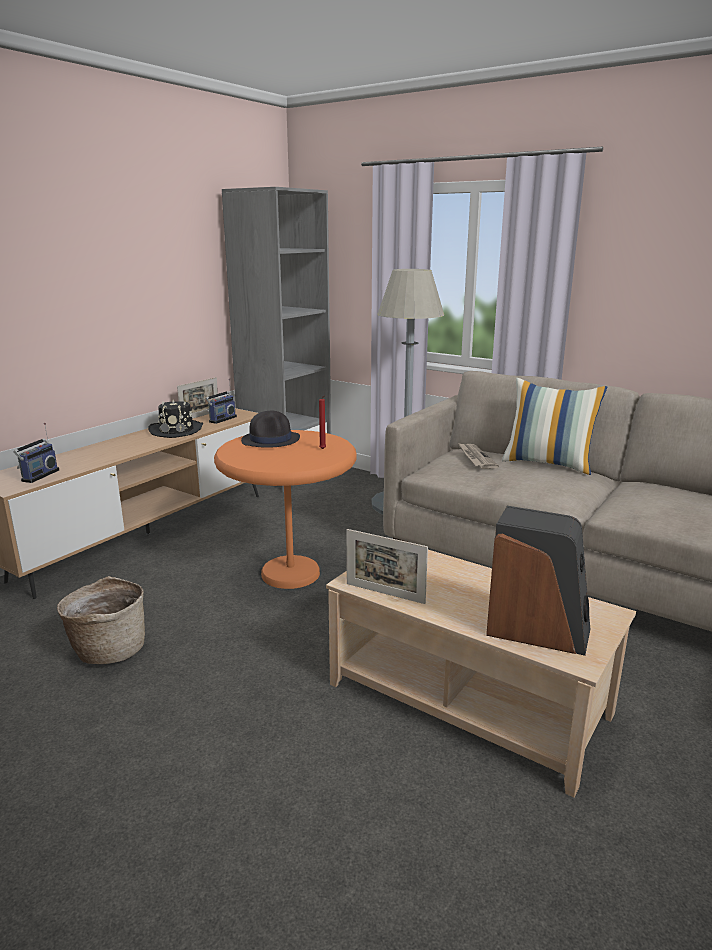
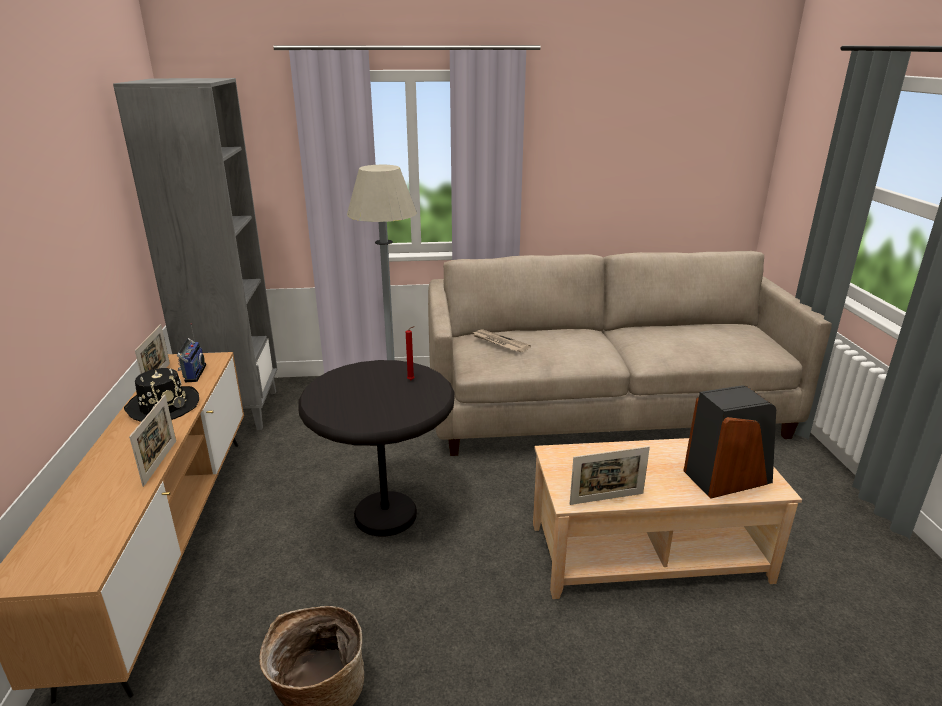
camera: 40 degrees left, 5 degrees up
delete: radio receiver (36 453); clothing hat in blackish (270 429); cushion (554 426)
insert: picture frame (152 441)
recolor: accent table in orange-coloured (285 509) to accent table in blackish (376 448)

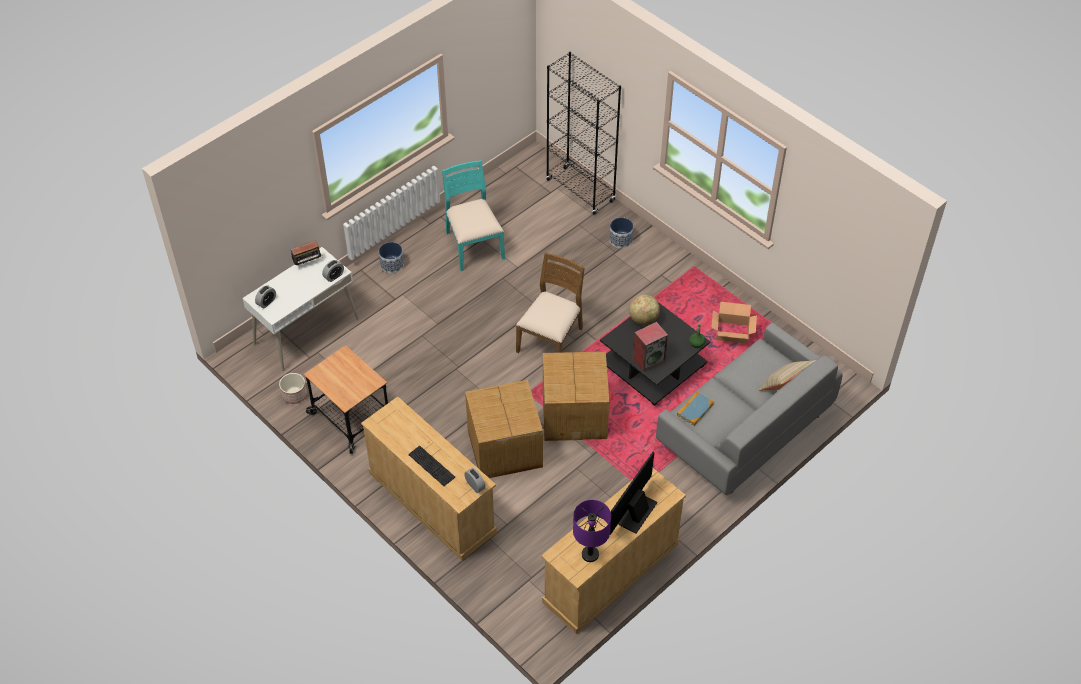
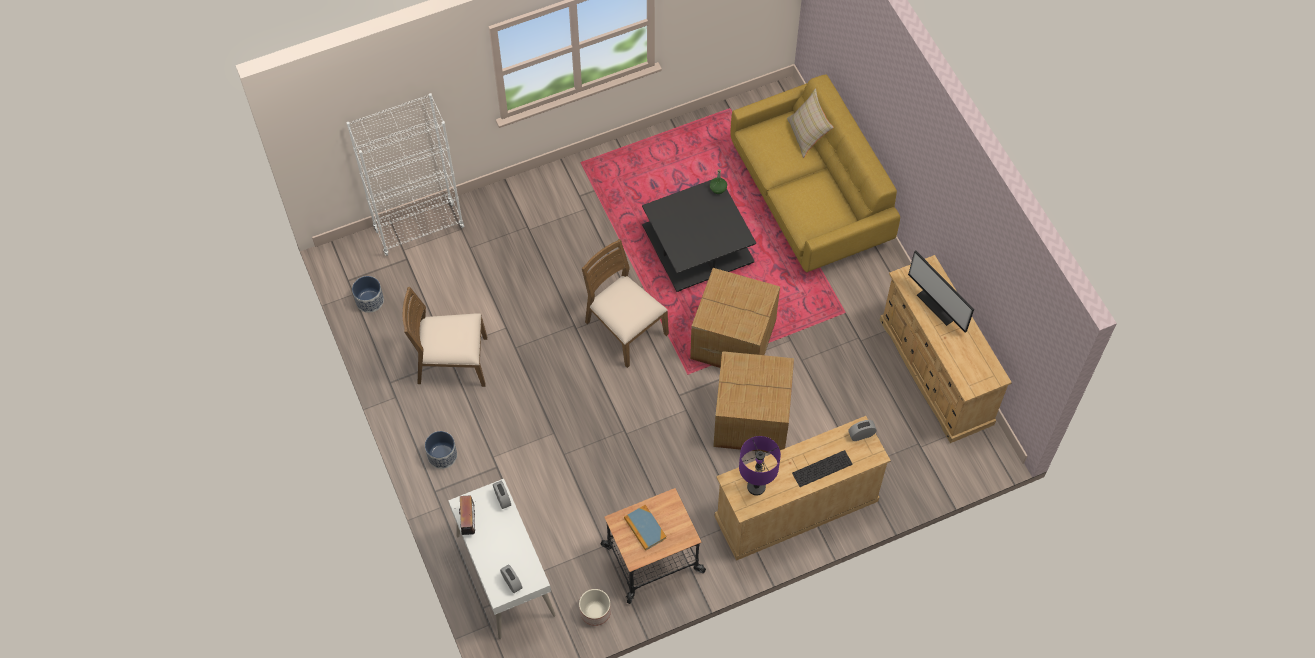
camera: 70 degrees left, 10 degrees up
delete: globe (644 310); speaker (650 347); carton (734 322)
move: lamp for a table in purplish (592 531) to (760 466); flower pot (621 232) to (368 294); book (695 408) to (645 528)
recolor: chair in turquoise (473 215) to chair in brown-coloured (445 337); bookcase in blackish (583 133) to bookcase in white (406 174); settee in greyish (749 409) to settee in yellow (815 173)

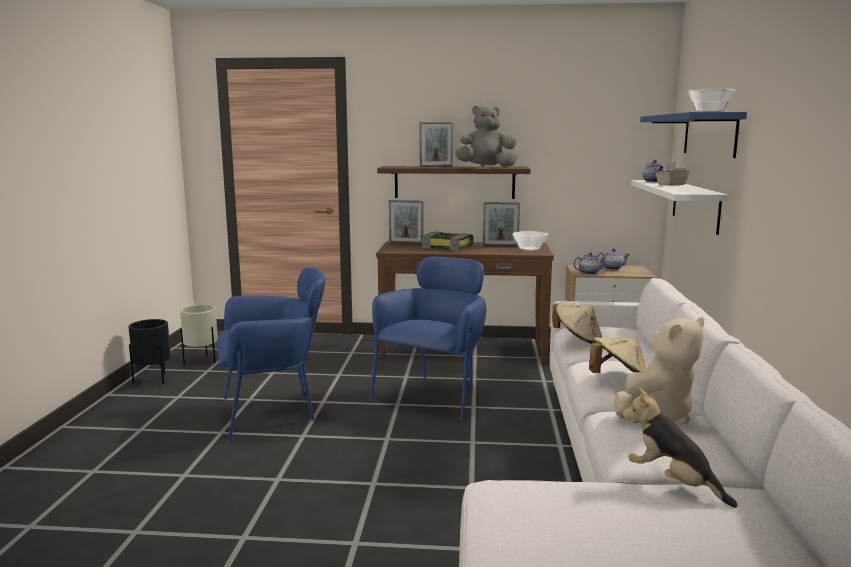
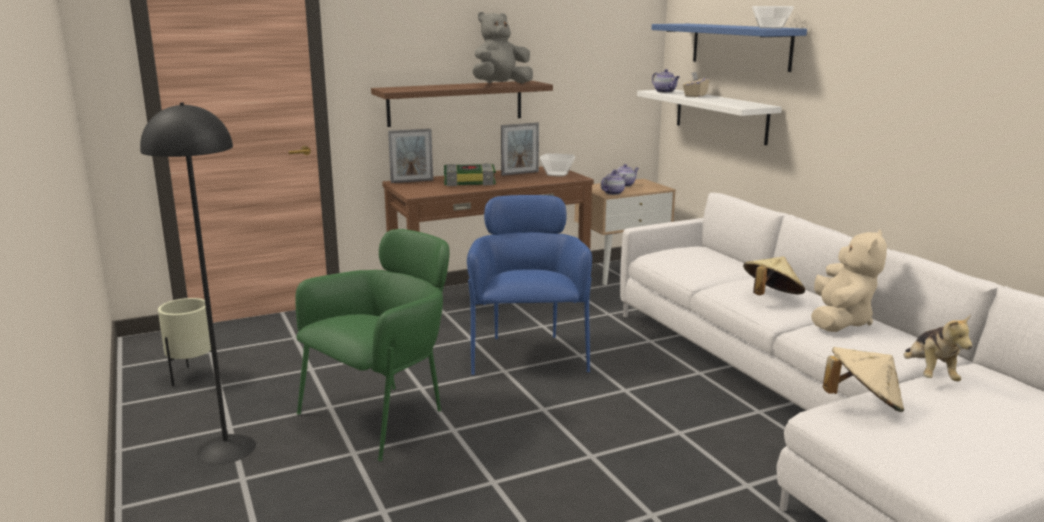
camera: 30 degrees left, 5 degrees up
delete: flower pot in blackish (149 351); picture frame (436 144)
insert: standard lamp in blackish (198 283)
move: clothing hat in beige-coloured (577 322) to (863 379)
recolor: armchair in blue (271 355) to armchair in green-coloured (372 345)
rotate: plush toy (680 448) = (938 347) 105 degrees counterclockwise

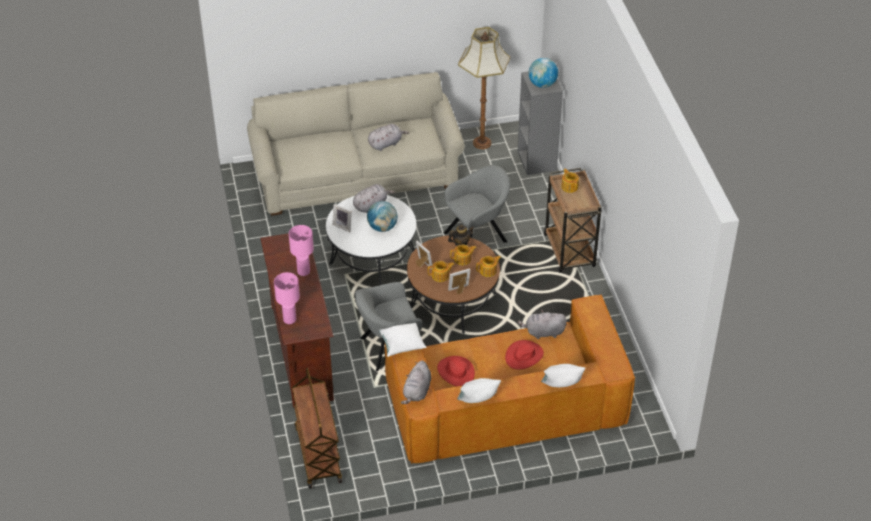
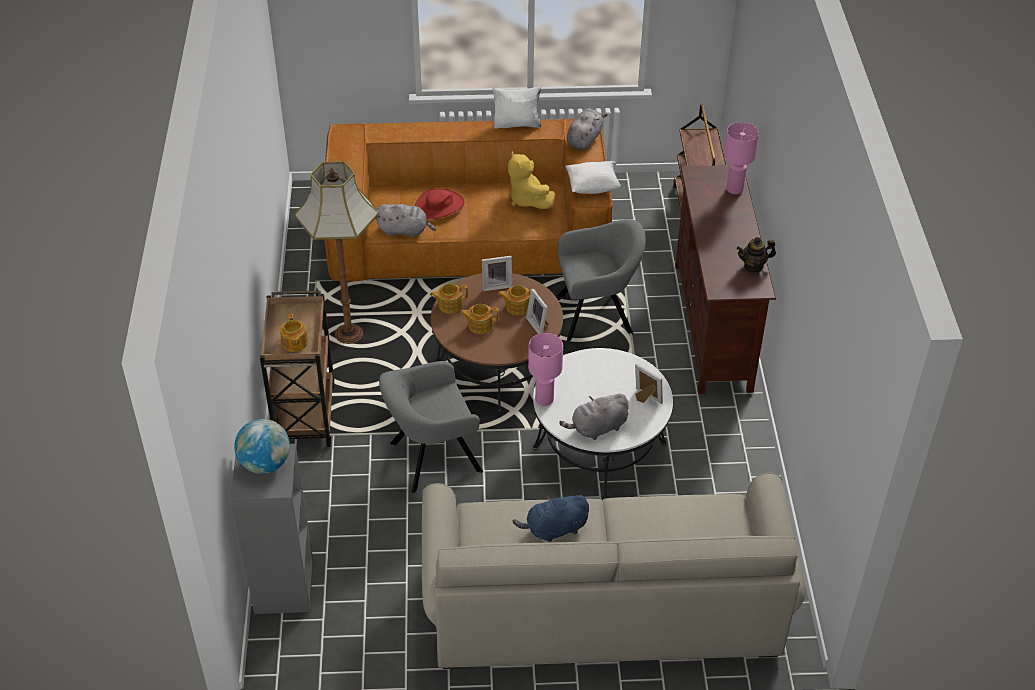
camera: 170 degrees left, 0 degrees up
delete: globe (382 216); cushion in white (563 375)
move: lamp for a table in pink-coloured (301 250) to (545 369); teapot (461 235) to (756 255); standard lamp (484 88) to (336 252)
replace: clothing hat in red (456 371) to plush toy in yellow (531 180)
recolor: plush toy in greyish (389 137) to plush toy in blue (551 518)

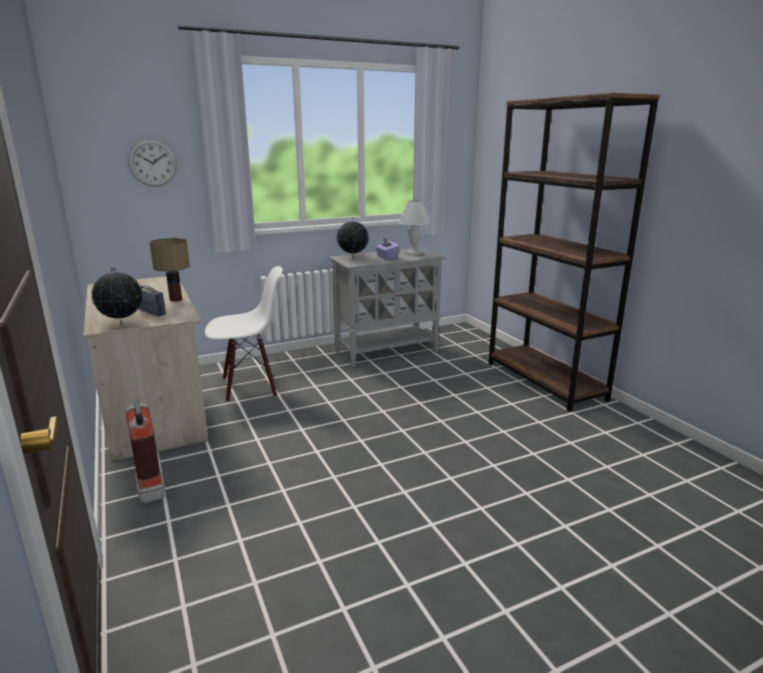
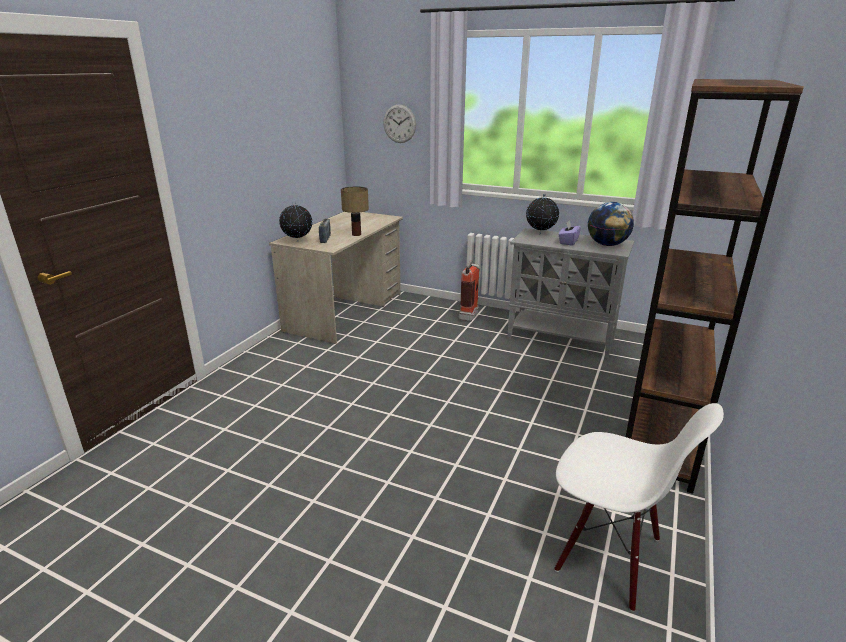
camera: 50 degrees right, 5 degrees up
move: extinguisher (145 451) to (469 291); chair in white (244 334) to (639 507)
replace: lamp for a table in white (414 227) to globe (611 224)

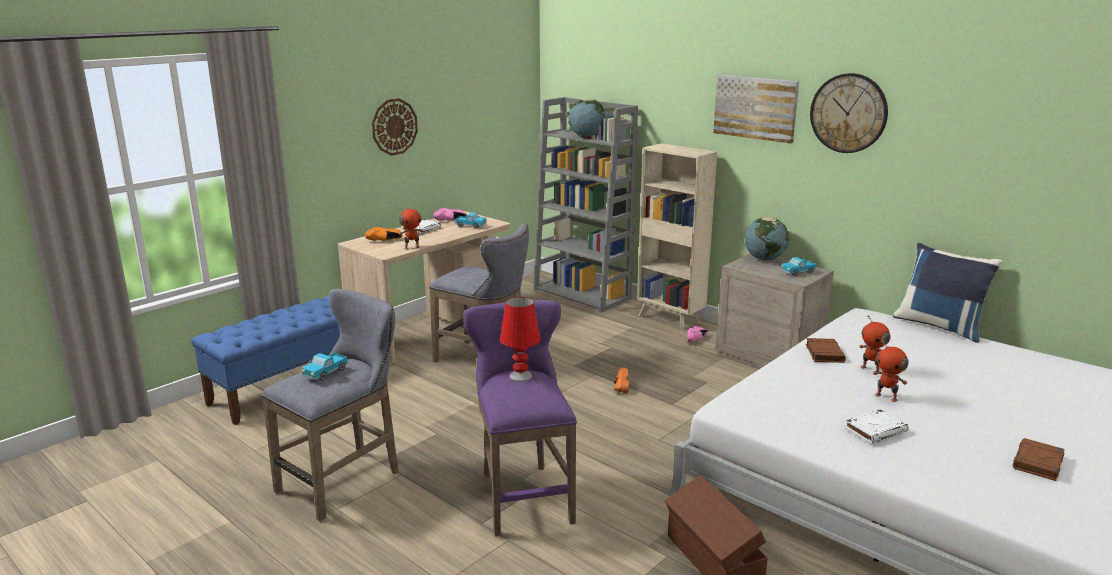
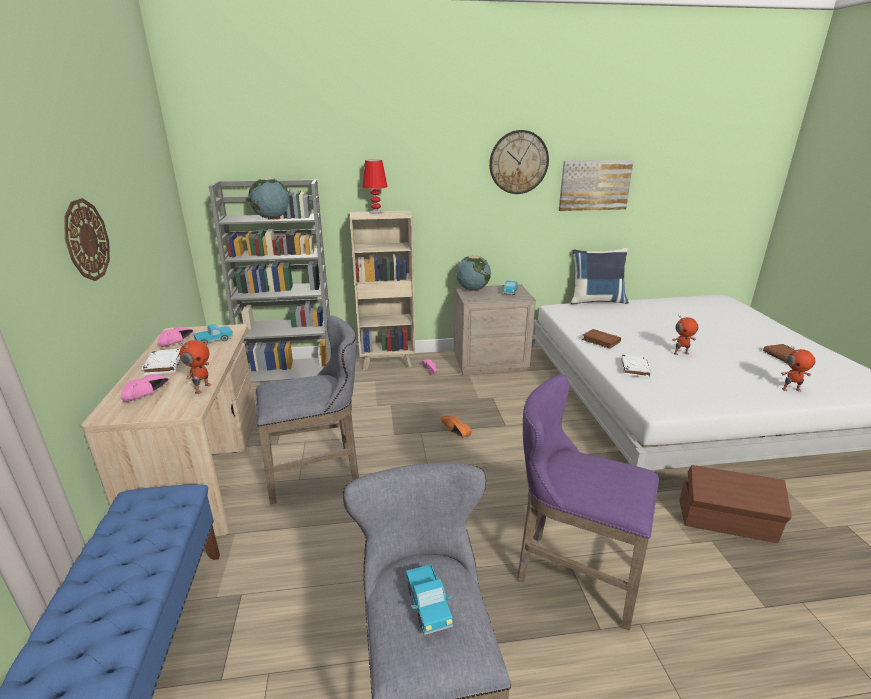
camera: 50 degrees left, 5 degrees up
move: lamp for a table in red (520 339) to (375 187); picture (756 109) to (596 185); book in white (876 426) to (636 365); robot figure (875 343) to (798 369)
recolor: item of footwear in orange-coloured (384 234) to item of footwear in pink-coloured (145 388)

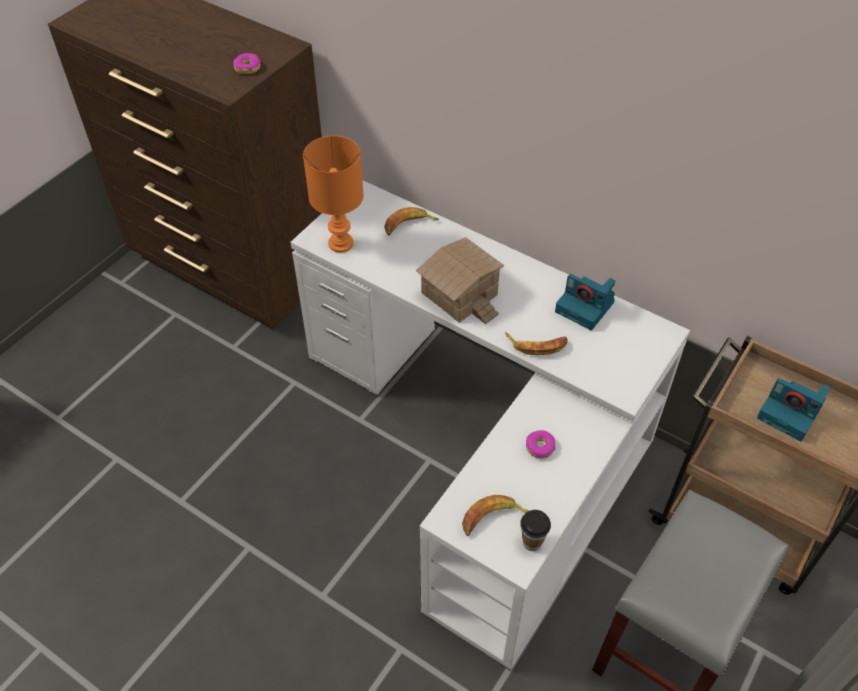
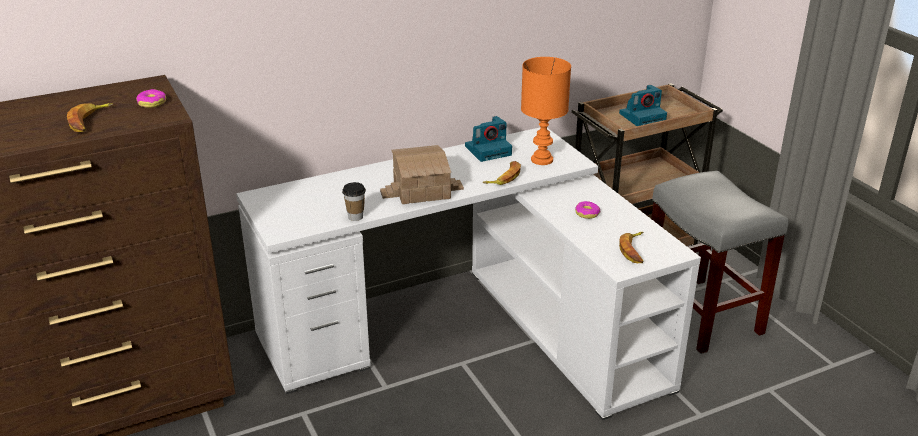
camera: 60 degrees left, 20 degrees down
move: lamp for a table in orange-coloured (333 194) to (546 111); whole banana (411 221) to (90 117); drinking cup (535 530) to (354 201)

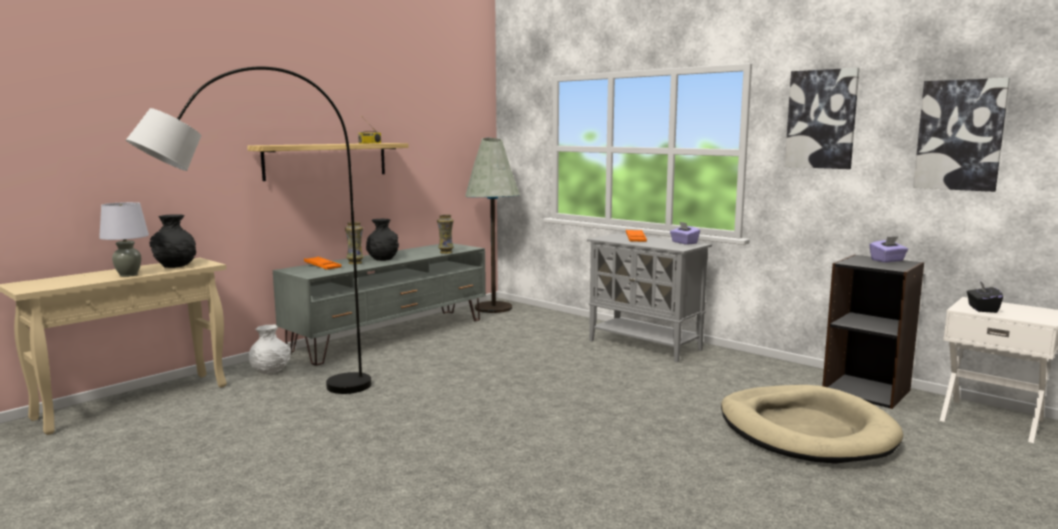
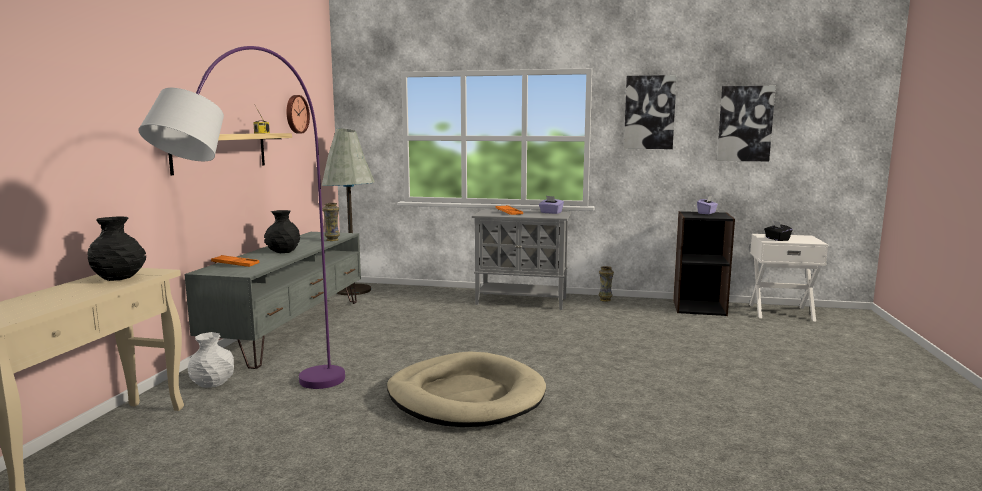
camera: 30 degrees left, 0 degrees up
delete: lamp for a table in greyish (124 239)
insert: hanging clock (298 114)
move: vase (354 243) to (606 284); pet bed in beige-coloured (812 424) to (466 389)
recolor: standard lamp in greyish (248 230) to standard lamp in purplish (241 217)

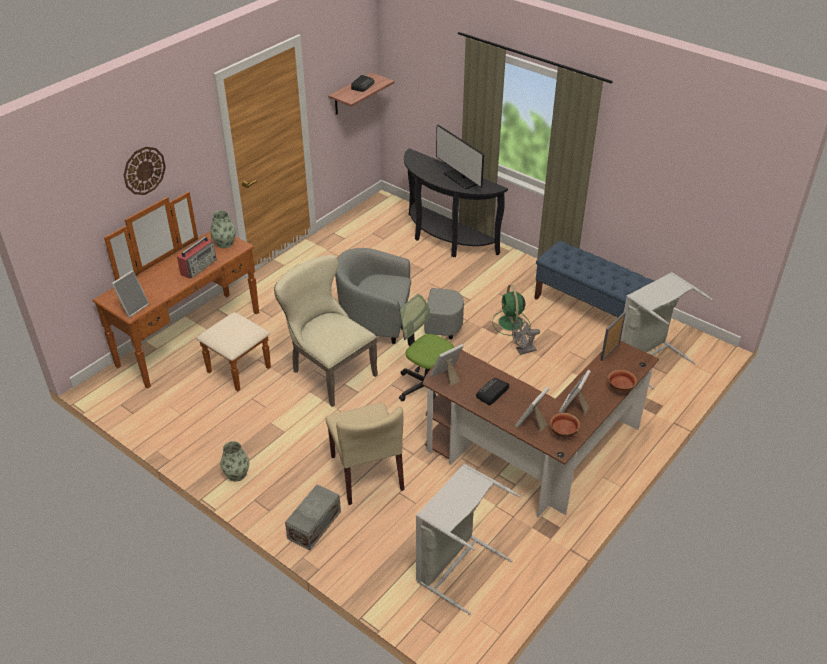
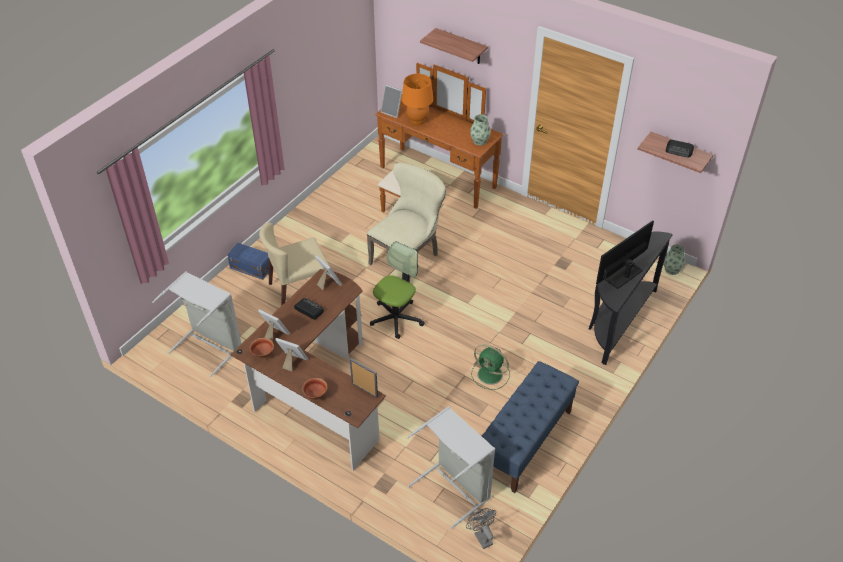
camera: 85 degrees right, 5 degrees up
delete: radio receiver (196 257); armchair in greyish (399 296)
insert: lamp for a table in orange-coloured (417 99)
move: vase (234 461) to (674 259); electric fan in greyish (526 336) to (481 528)
replace: hanging clock (144 171) to wall shelf (454 46)
recolor: storage bin in greyish (313 517) to storage bin in blue (248 261)
rotate: electric fan in green-coloured (512 310) = (490 367) 135 degrees counterclockwise

